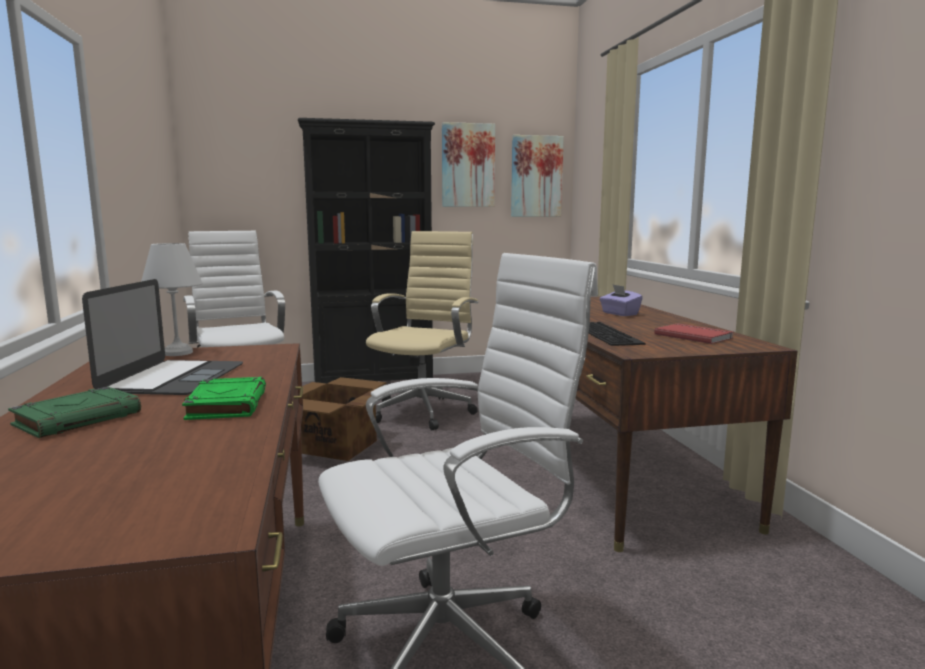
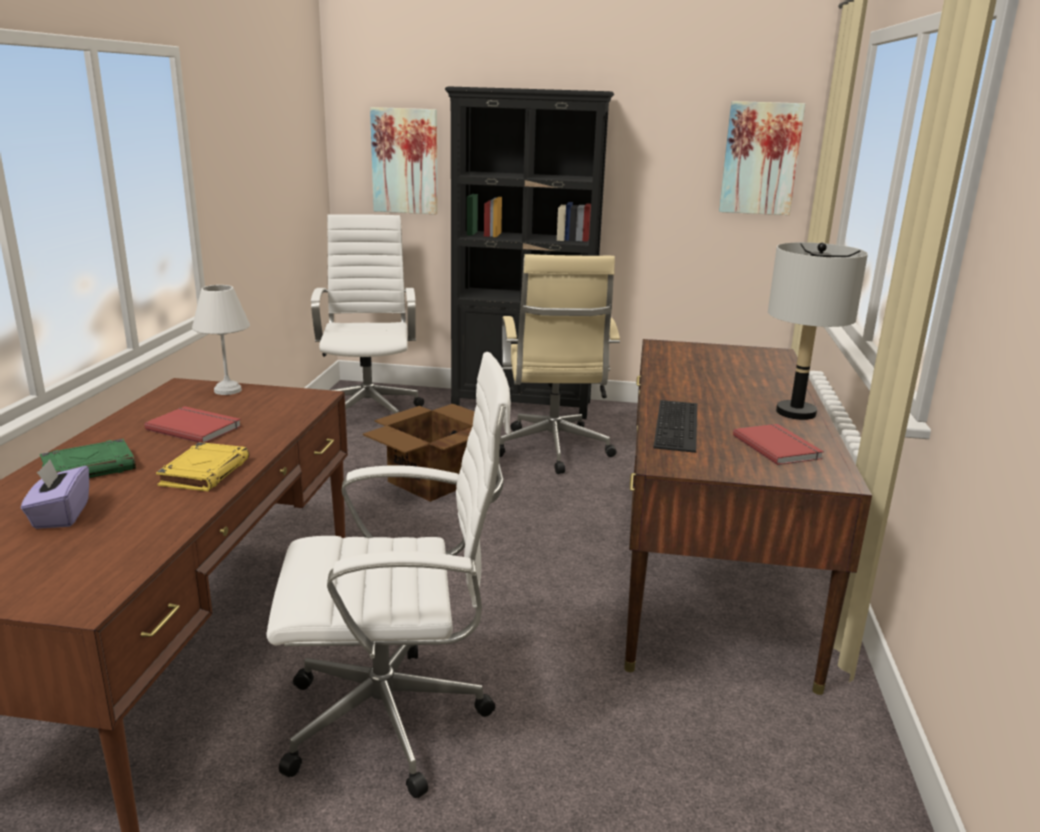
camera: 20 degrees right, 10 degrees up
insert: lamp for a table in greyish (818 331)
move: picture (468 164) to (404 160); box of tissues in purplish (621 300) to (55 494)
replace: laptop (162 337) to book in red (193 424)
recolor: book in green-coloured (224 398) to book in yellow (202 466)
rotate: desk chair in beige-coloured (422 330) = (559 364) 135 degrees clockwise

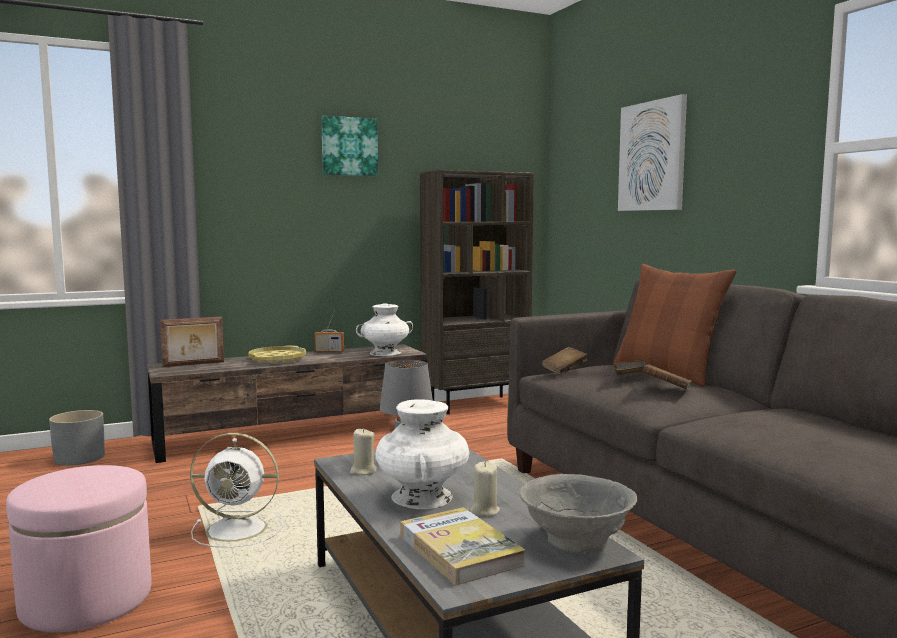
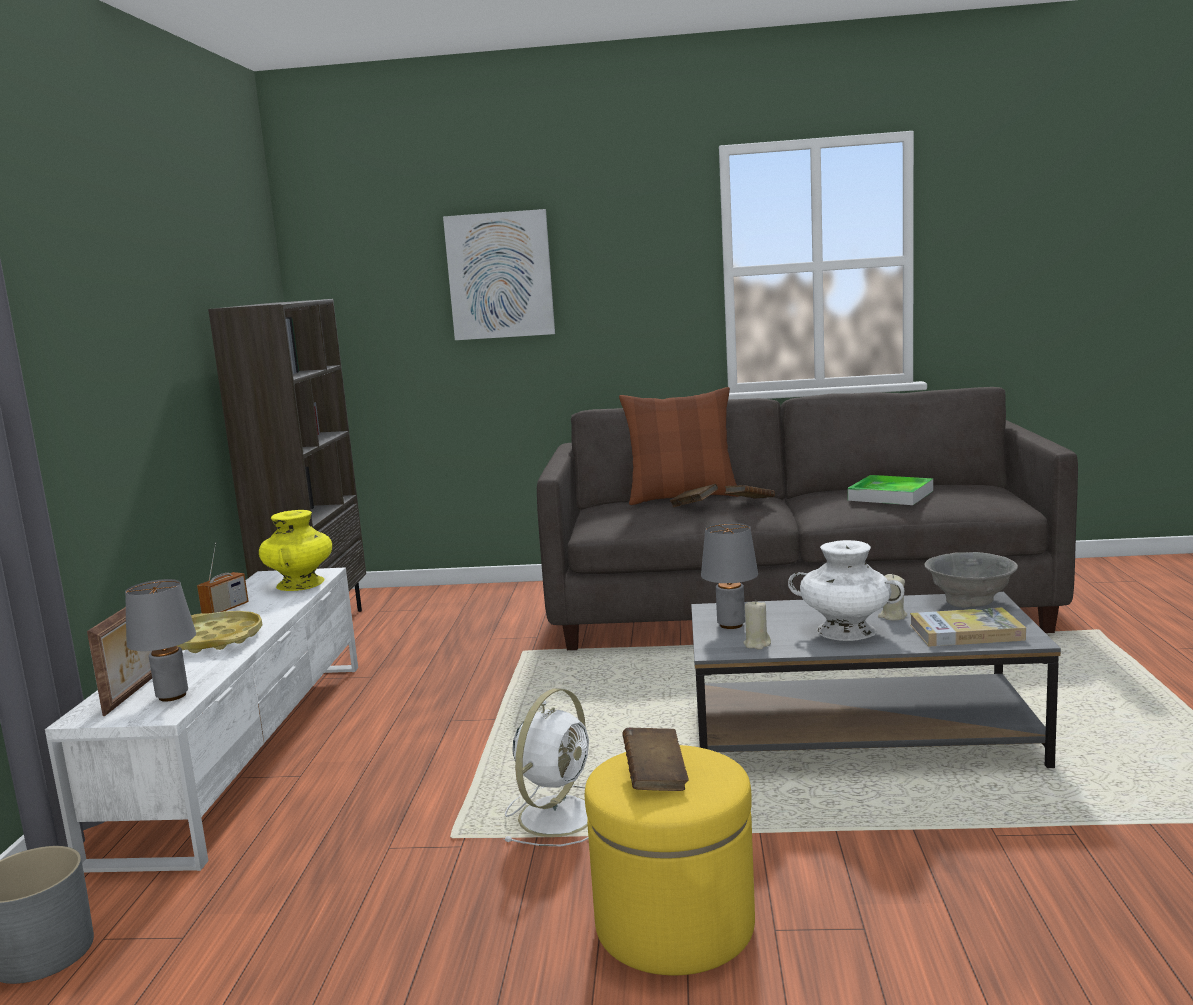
camera: 60 degrees left, 5 degrees up
delete: picture (349 145)
insert: lamp for a table in greyish (160 640); carrying tray (890 490)
move: book in brown-coloured (564 361) to (655 759)
recolor: pouffe in pink-coloured (79 548) to pouffe in yellow (670 860); tv unit in brown-coloured (287 403) to tv unit in white (201 719); vase in white (384 329) to vase in yellow (295 550)

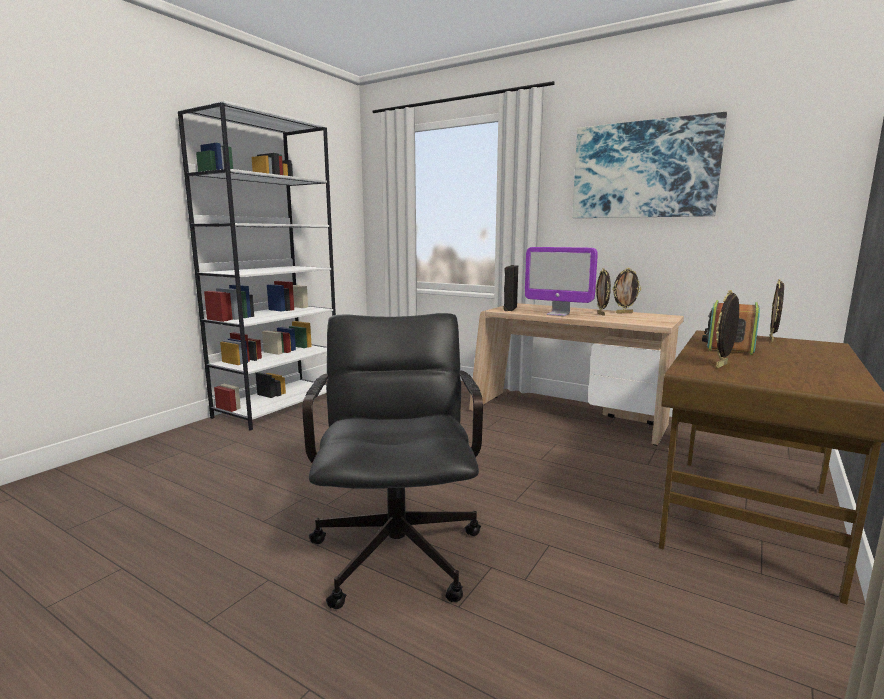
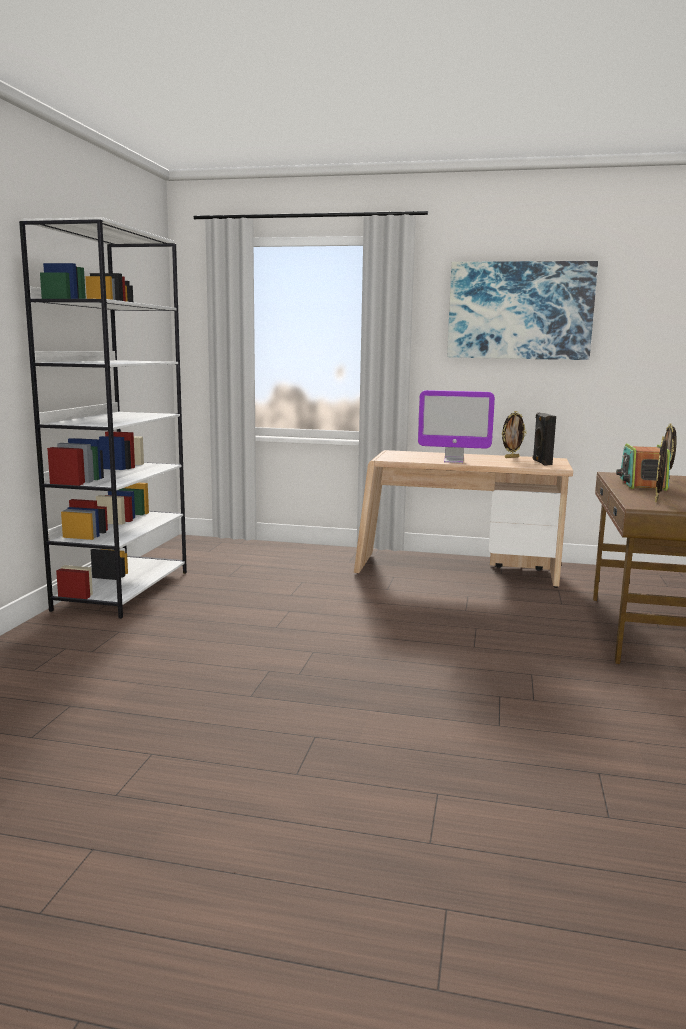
camera: 20 degrees left, 0 degrees up
delete: desk chair in blackish (392 461); picture frame (603 292)
move: speaker in blackish (510 288) to (544 439)

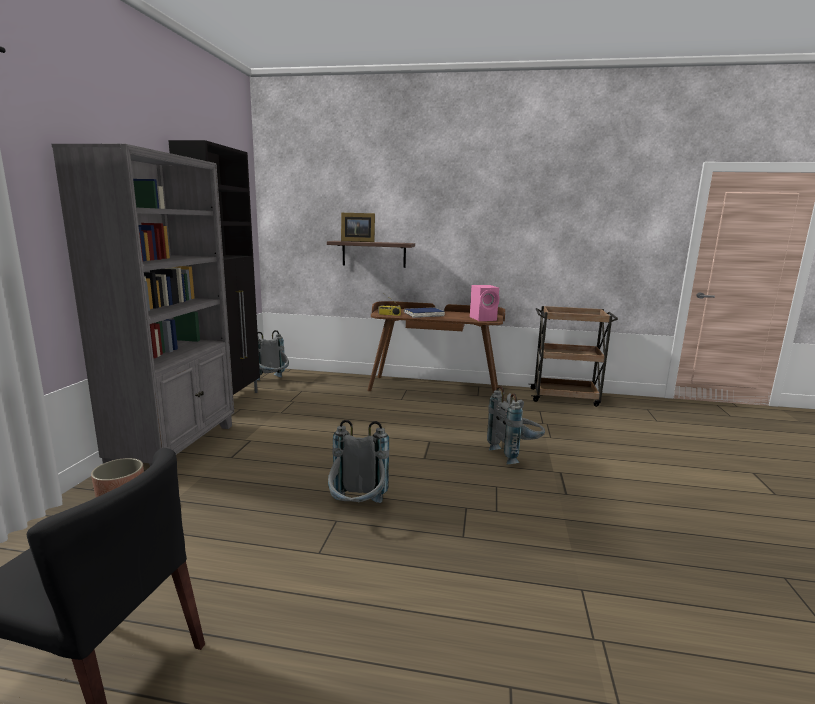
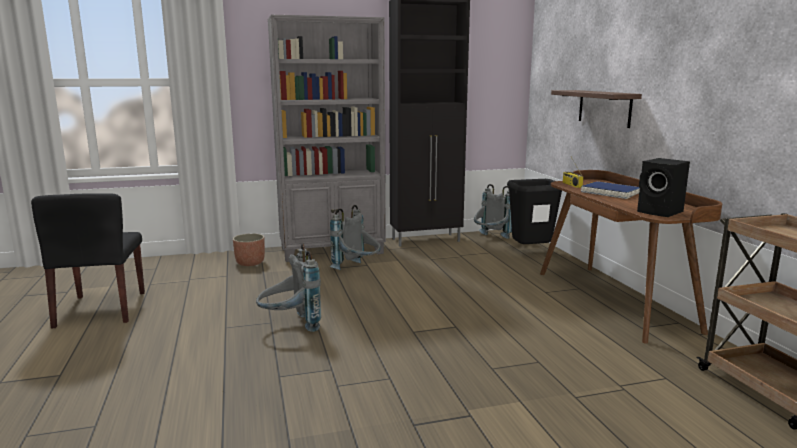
camera: 65 degrees right, 0 degrees up
delete: picture frame (358 227)
insert: waste bin in blackish (534 211)
move: knapsack in greyish (516 425) to (355 237)
recolor: speaker in pink-coloured (484 303) to speaker in blackish (663 187)

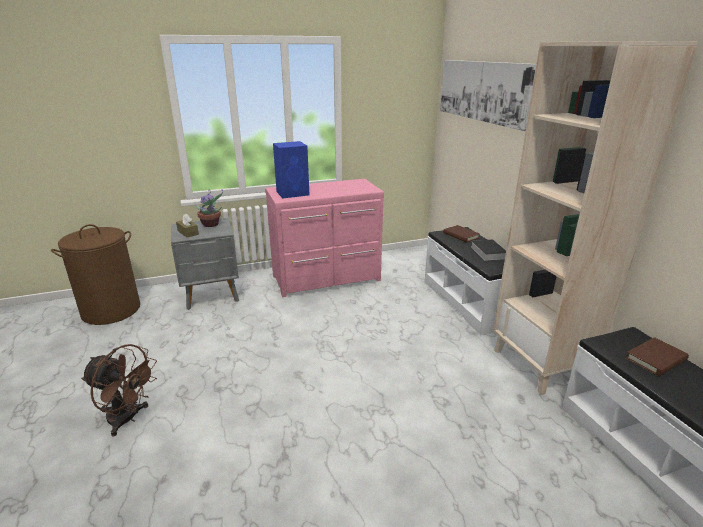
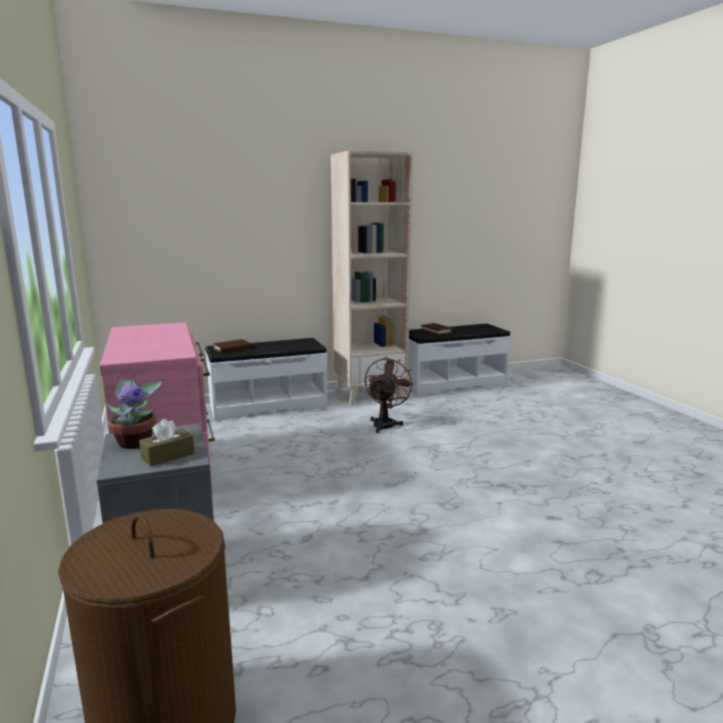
camera: 90 degrees left, 10 degrees down
delete: speaker in blue (291 169); picture (488 95); book (488 250)
move: electric fan in brown-coloured (119 390) to (389 395)

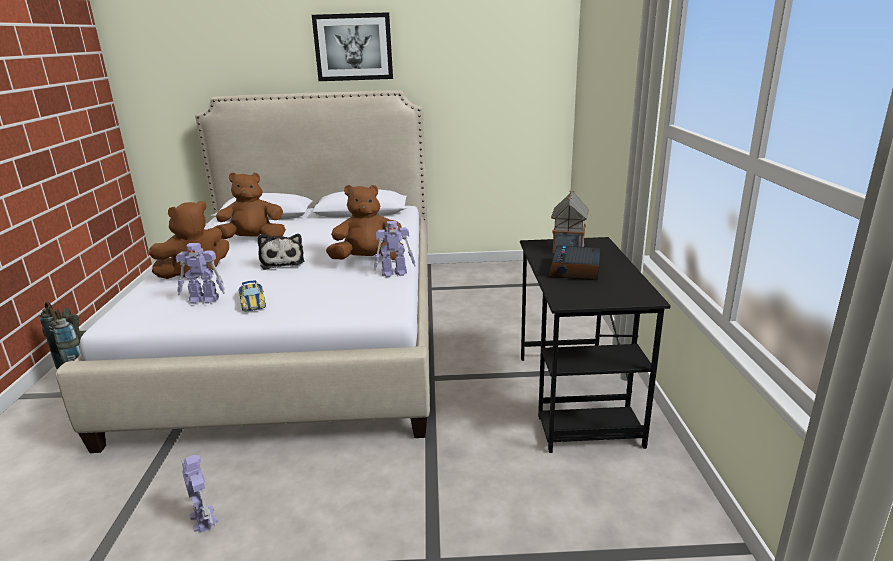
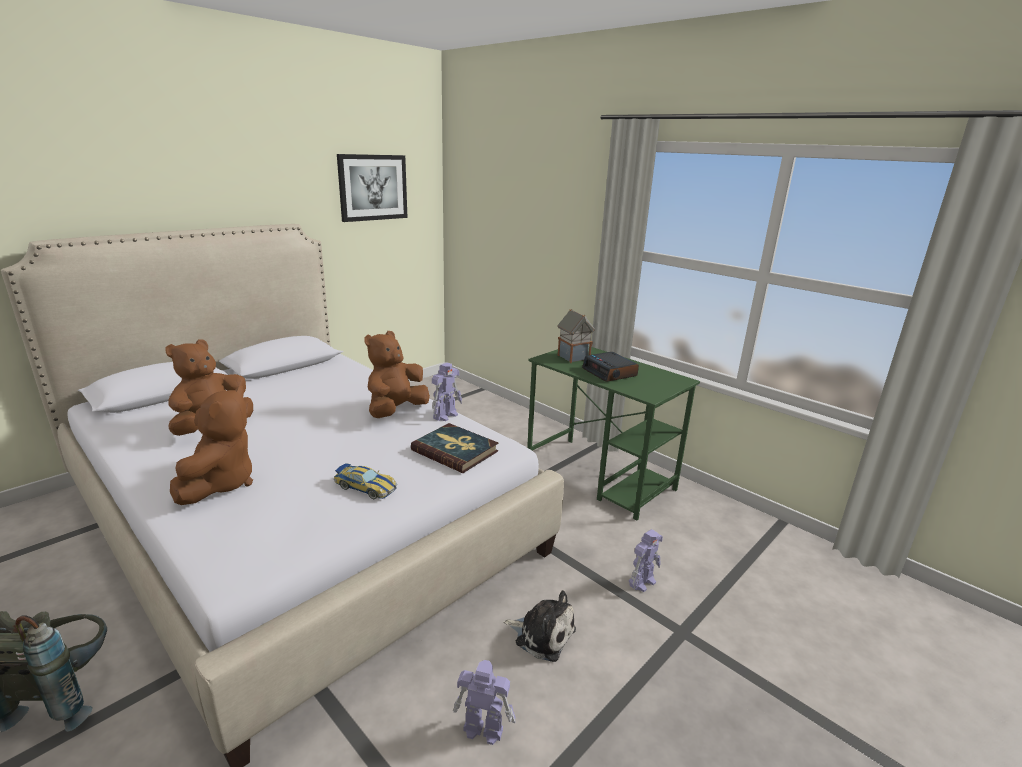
camera: 45 degrees left, 0 degrees up
insert: book (454 448)
move: robot figure (200 273) to (646 560); plush toy (281 252) to (539 626); picture (352 46) to (372 188)
recolor: desk unit in blackish (595 345) to desk unit in green-coloured (613 433)

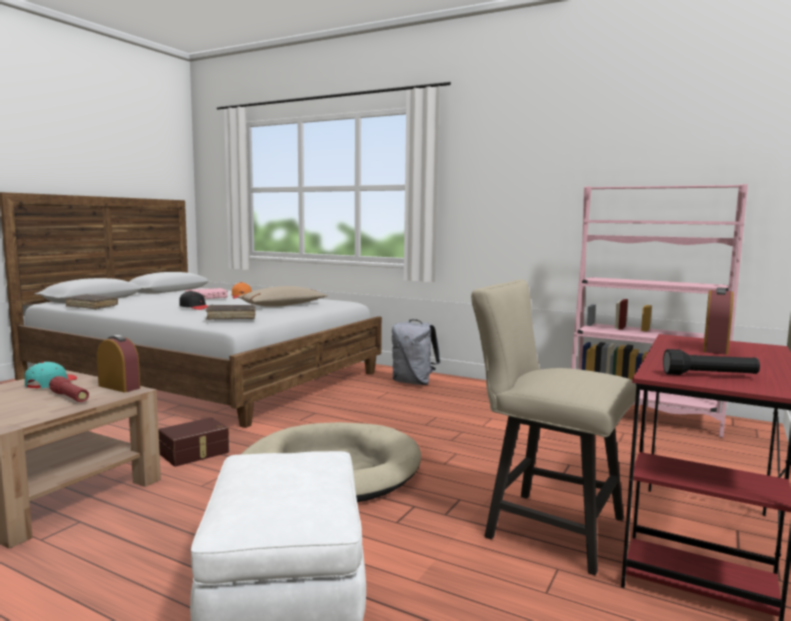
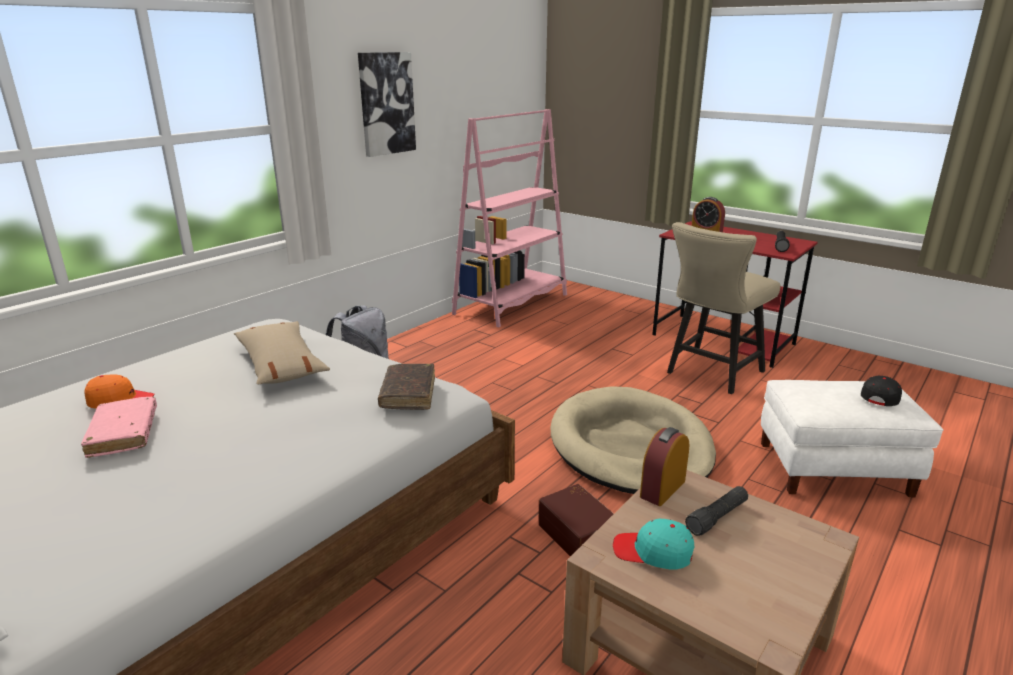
camera: 80 degrees left, 15 degrees up
delete: book in brown-coloured (92 301)
insert: picture (387 104)
move: cap in blackish (193 300) to (881 390)
recolor: torch in red (69 389) to torch in blackish (716 511)

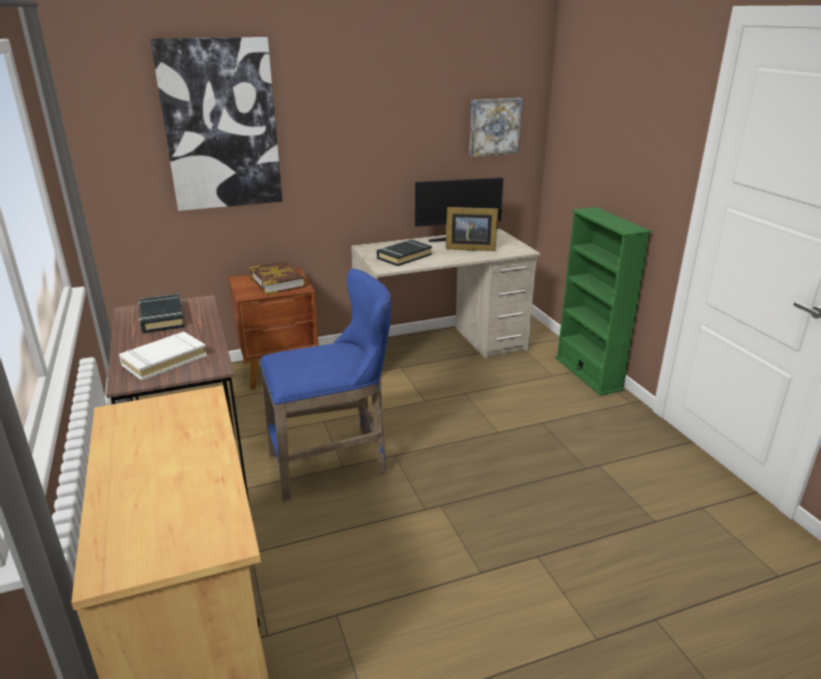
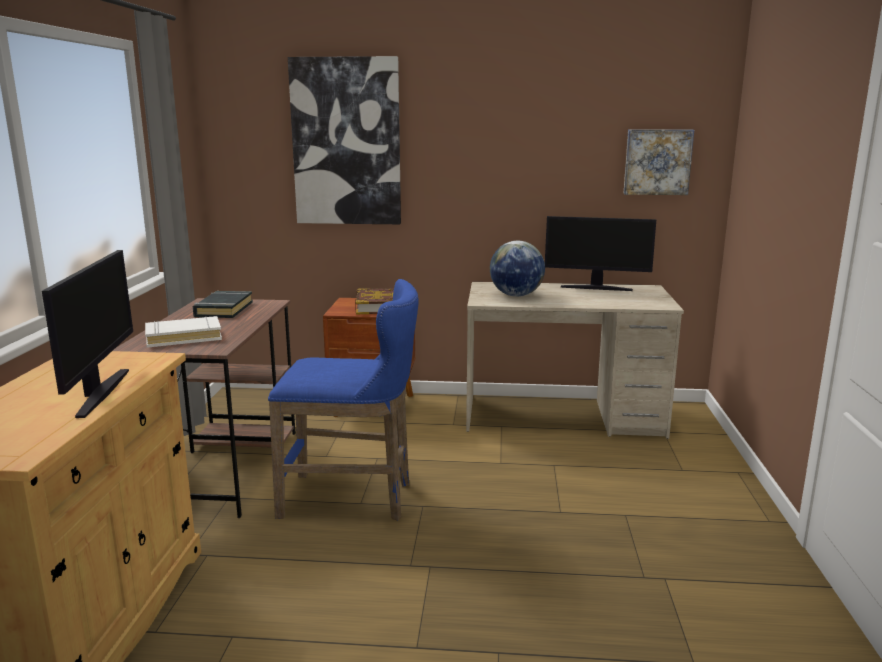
camera: 25 degrees right, 10 degrees down
delete: picture frame (472 229); bookcase in green-coloured (603 301)
insert: computer display (87 334)
replace: book in blackish (404 252) to globe (517 269)

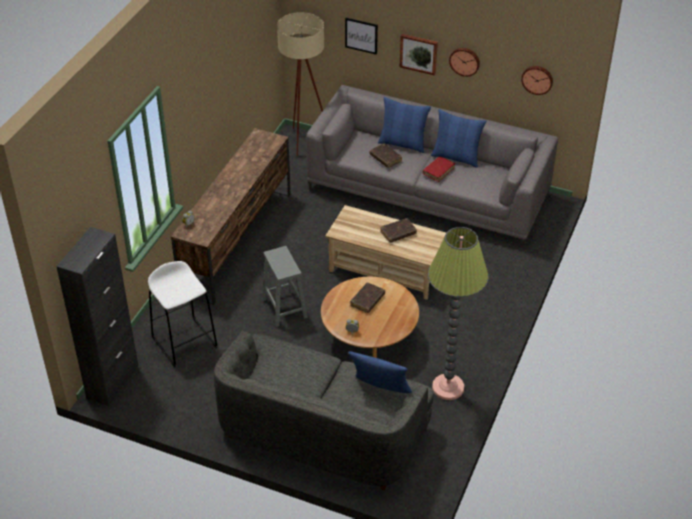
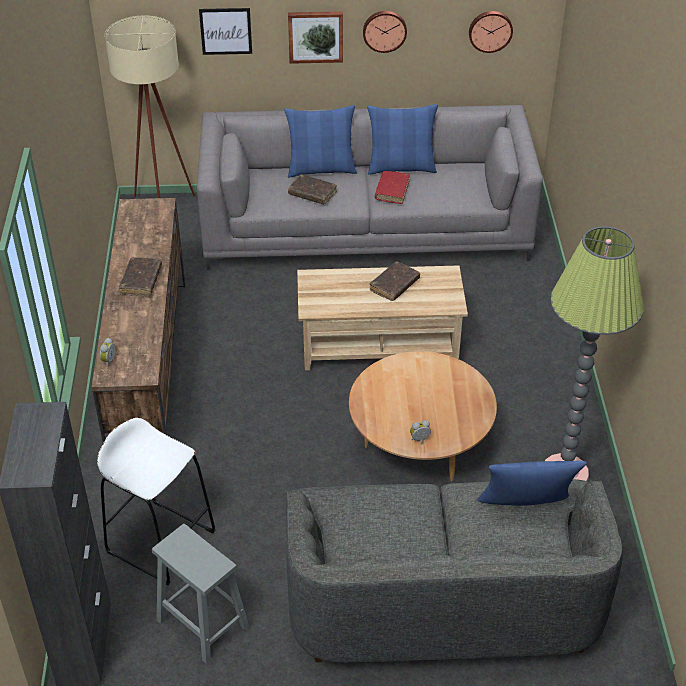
camera: 25 degrees left, 0 degrees up
move: stool seat in greyish (285 286) to (200 594); book in brown-coloured (367 298) to (140 276)

